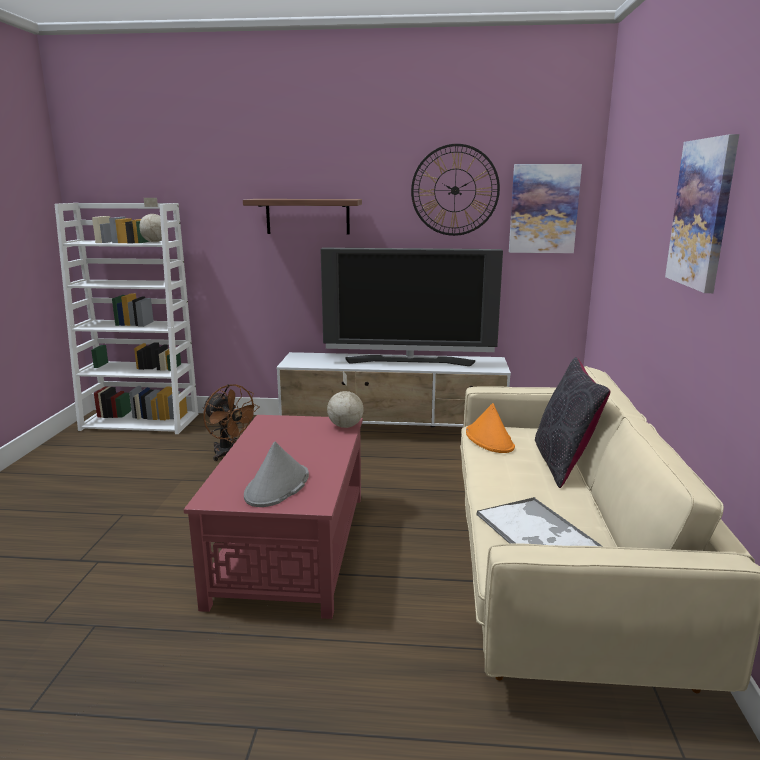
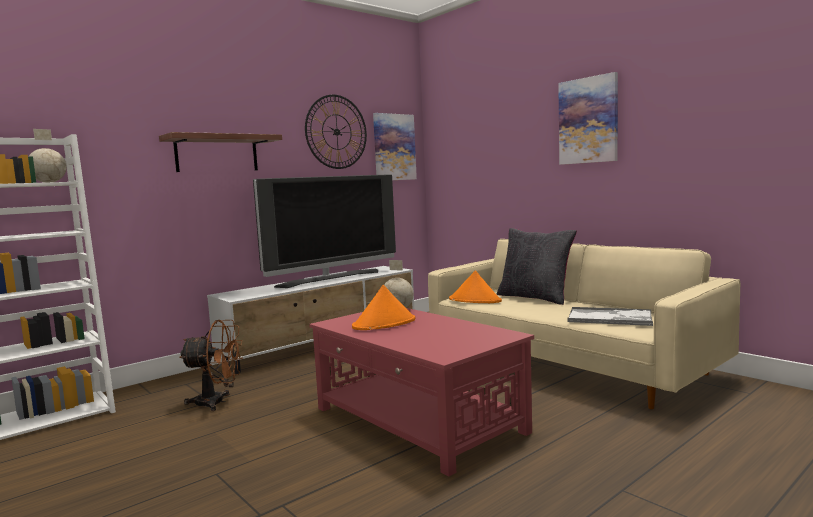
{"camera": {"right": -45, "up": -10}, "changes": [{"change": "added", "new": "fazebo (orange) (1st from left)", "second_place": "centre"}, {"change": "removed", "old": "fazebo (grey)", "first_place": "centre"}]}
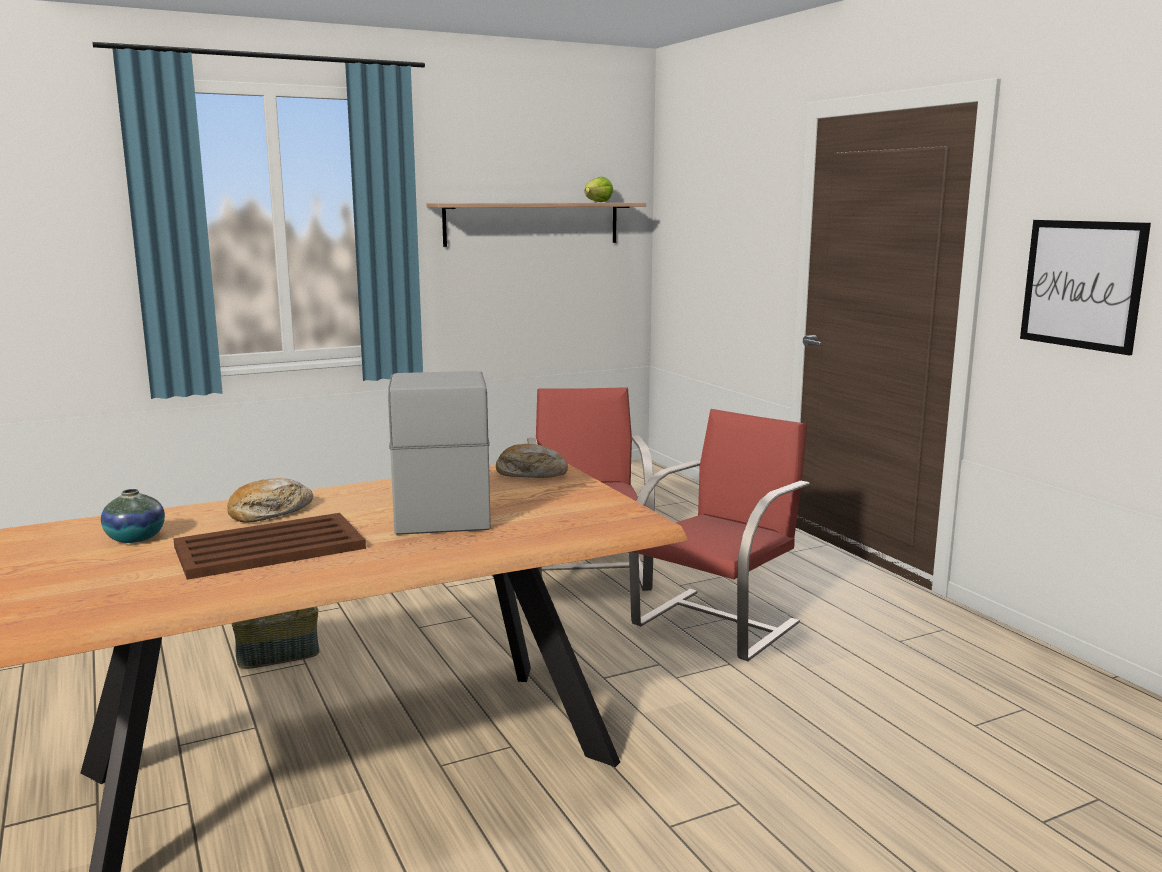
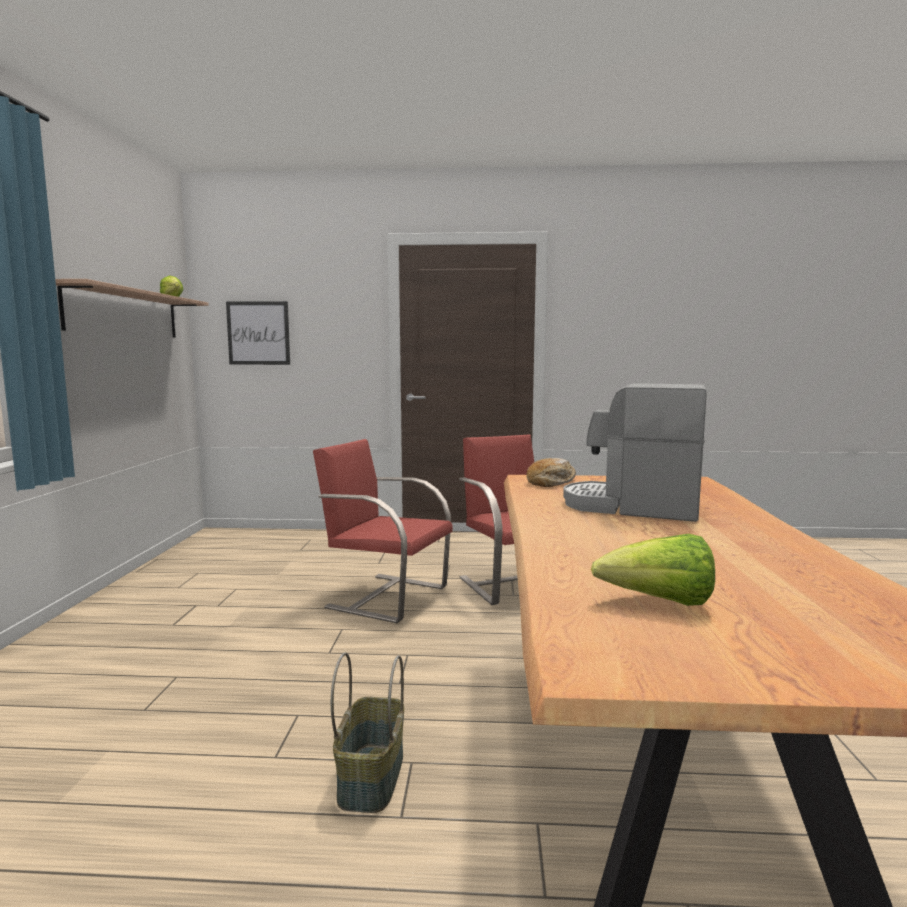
{"camera": {"right": -60, "up": -5}, "changes": [{"change": "moved", "old": "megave", "first_place": "top right", "second_place": "middle left"}, {"change": "replaced", "old": "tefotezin", "new": "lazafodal (2nd from left)", "first_place": "middle left", "second_place": "middle right"}, {"change": "removed", "old": "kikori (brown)", "first_place": "middle left"}, {"change": "removed", "old": "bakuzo (1st from left)", "first_place": "middle left"}]}
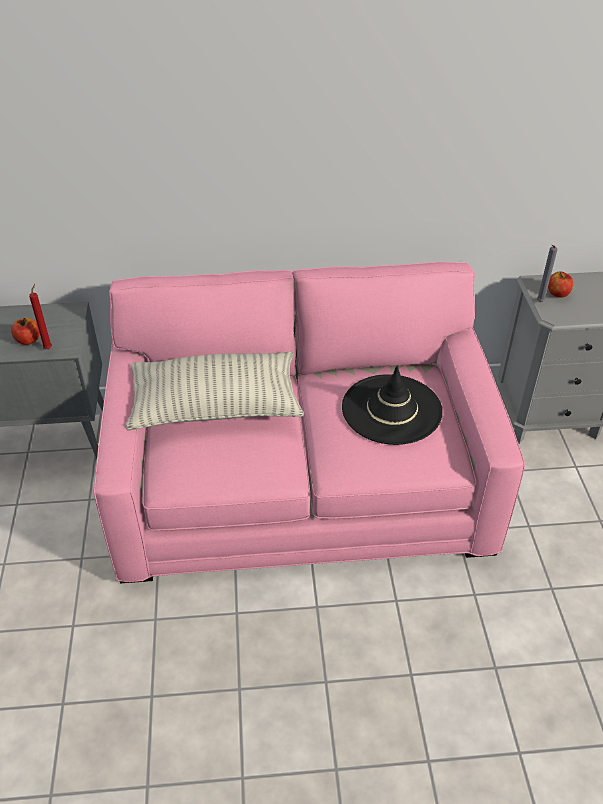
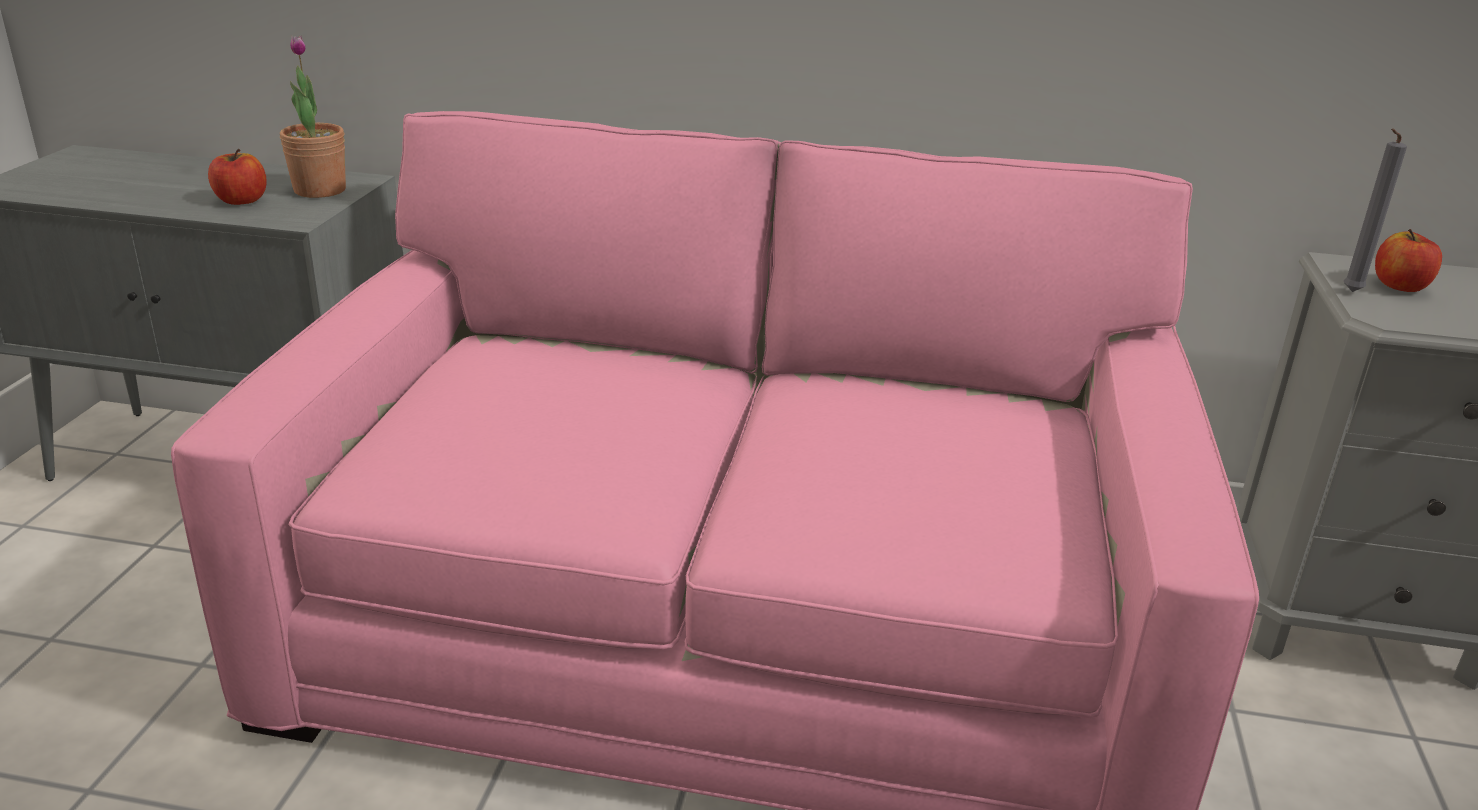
{"camera": {"right": 15, "up": -15}, "changes": [{"change": "added", "new": "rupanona", "second_place": "top left"}, {"change": "removed", "old": "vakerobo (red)", "first_place": "middle left"}, {"change": "removed", "old": "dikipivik", "first_place": "centre"}, {"change": "removed", "old": "fazebo (black)", "first_place": "centre"}]}
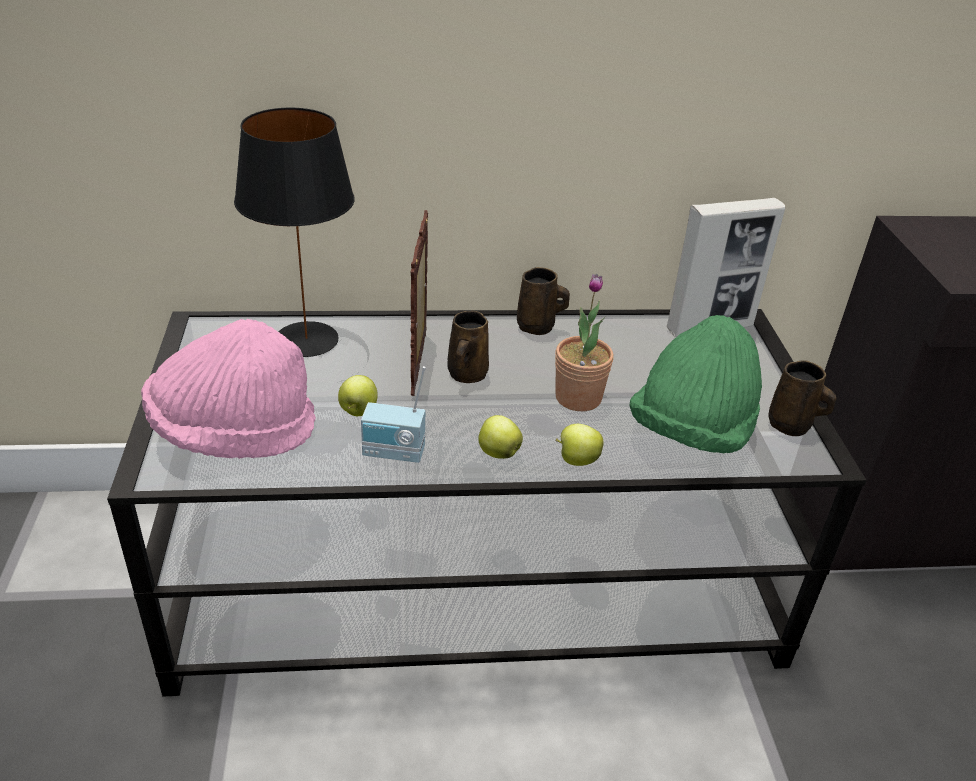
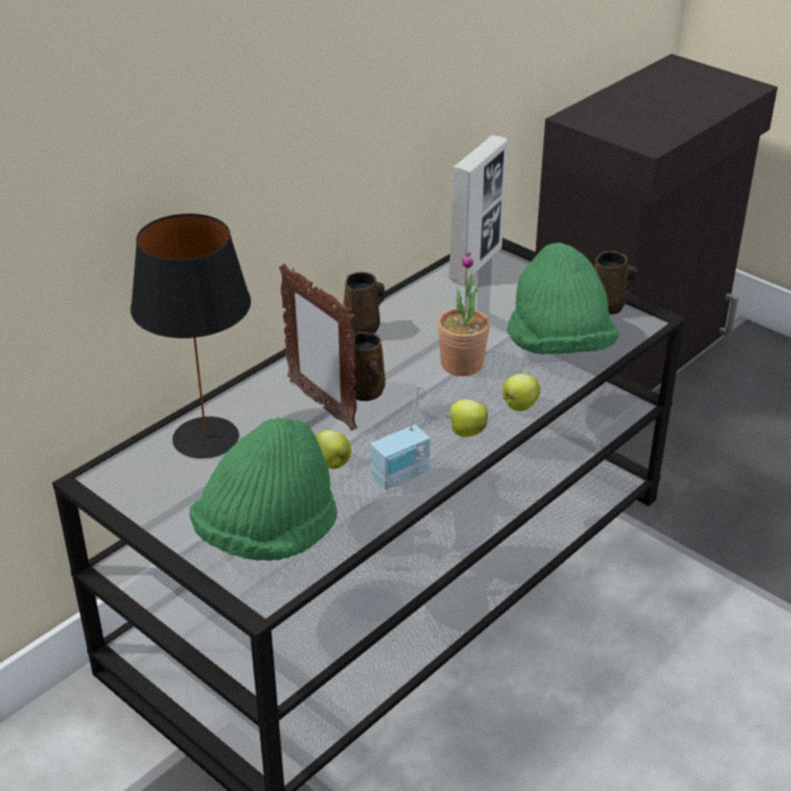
{"camera": {"right": -40, "up": 0}, "changes": [{"change": "recoloured", "old": "fazebo (pink)", "new": "fazebo (green) (1st from left)", "first_place": "middle left", "second_place": "middle left"}]}
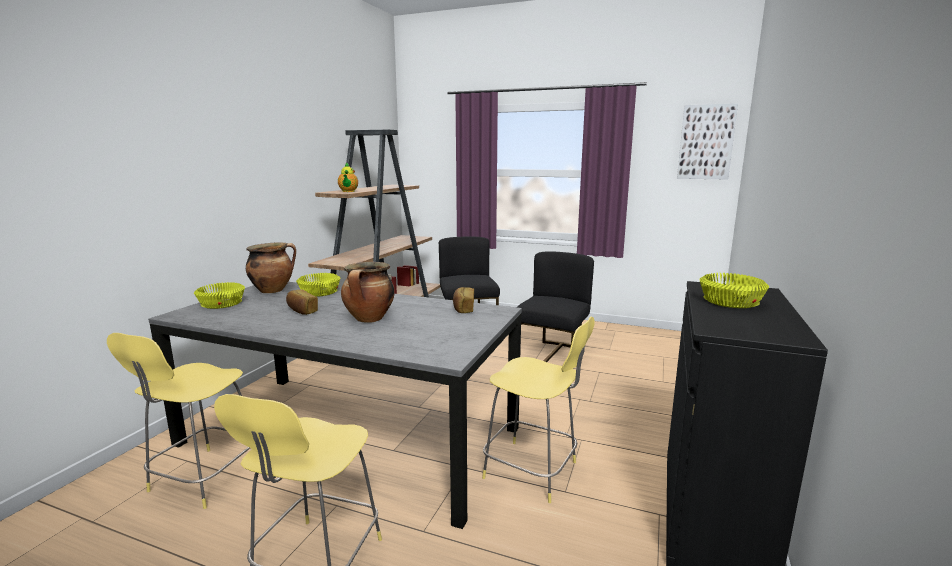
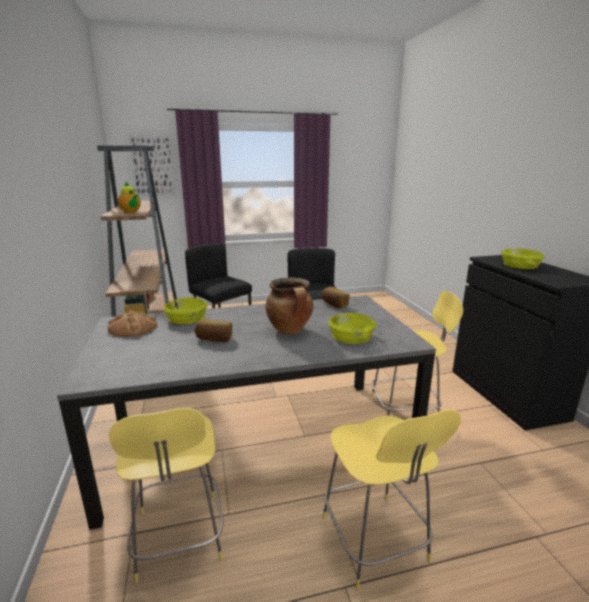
{"camera": {"right": -35, "up": 5}, "changes": [{"change": "replaced", "old": "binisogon (1st from left)", "new": "bakuzo (1st from left)", "first_place": "middle left", "second_place": "middle left"}, {"change": "moved", "old": "megave", "first_place": "top right", "second_place": "top left"}, {"change": "moved", "old": "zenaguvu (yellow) (1st from left in the first image)", "new": "zenaguvu (yellow) (2nd from left)", "first_place": "middle left", "second_place": "centre"}]}
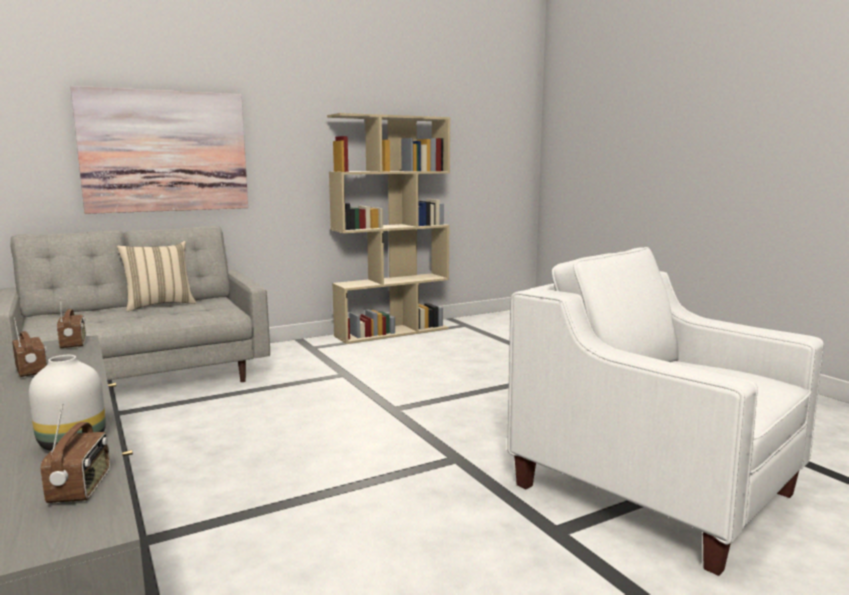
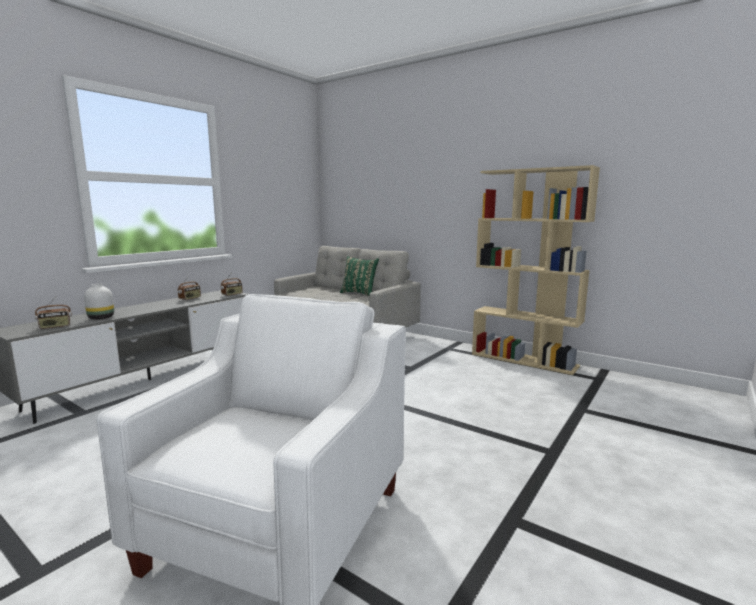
{"camera": {"right": 65, "up": 0}, "changes": [{"change": "recoloured", "old": "dikipivik (beige)", "new": "dikipivik (green)", "first_place": "middle left", "second_place": "centre"}, {"change": "removed", "old": "megave", "first_place": "top left"}]}
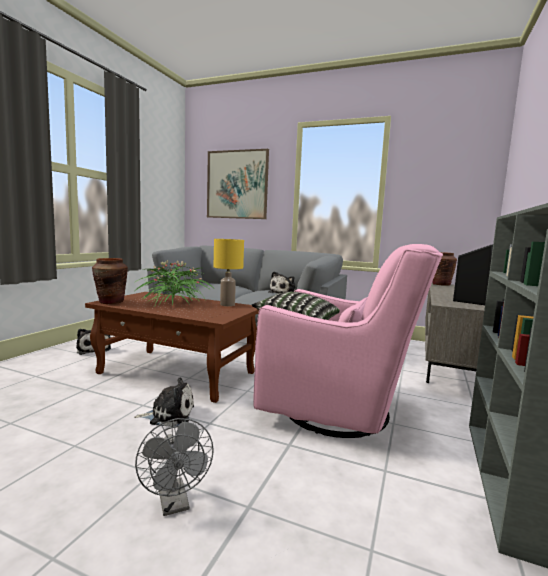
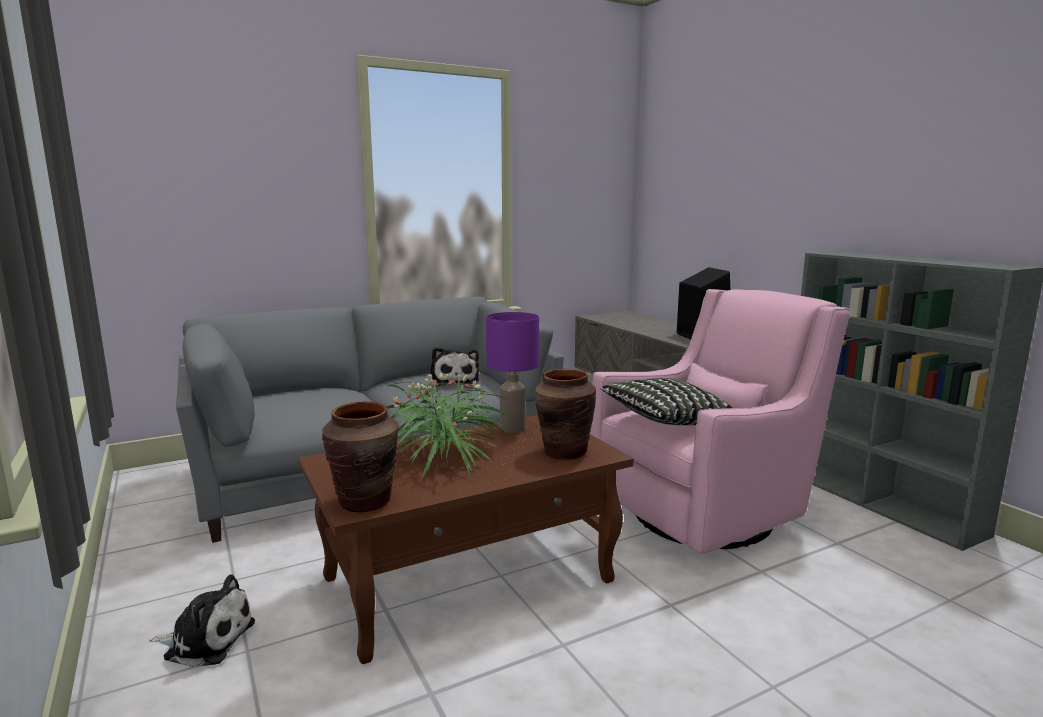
{"camera": {"right": -50, "up": 5}, "changes": [{"change": "recoloured", "old": "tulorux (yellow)", "new": "tulorux (purple)", "first_place": "centre", "second_place": "centre"}, {"change": "moved", "old": "tefotezin (brown) (2nd from left)", "first_place": "middle right", "second_place": "centre"}, {"change": "removed", "old": "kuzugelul (2nd from left)", "first_place": "bottom left"}, {"change": "removed", "old": "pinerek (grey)", "first_place": "bottom left"}, {"change": "removed", "old": "megave", "first_place": "top centre"}]}
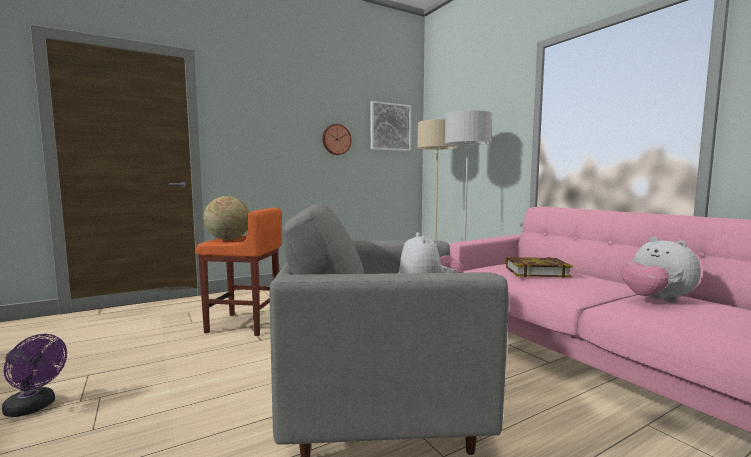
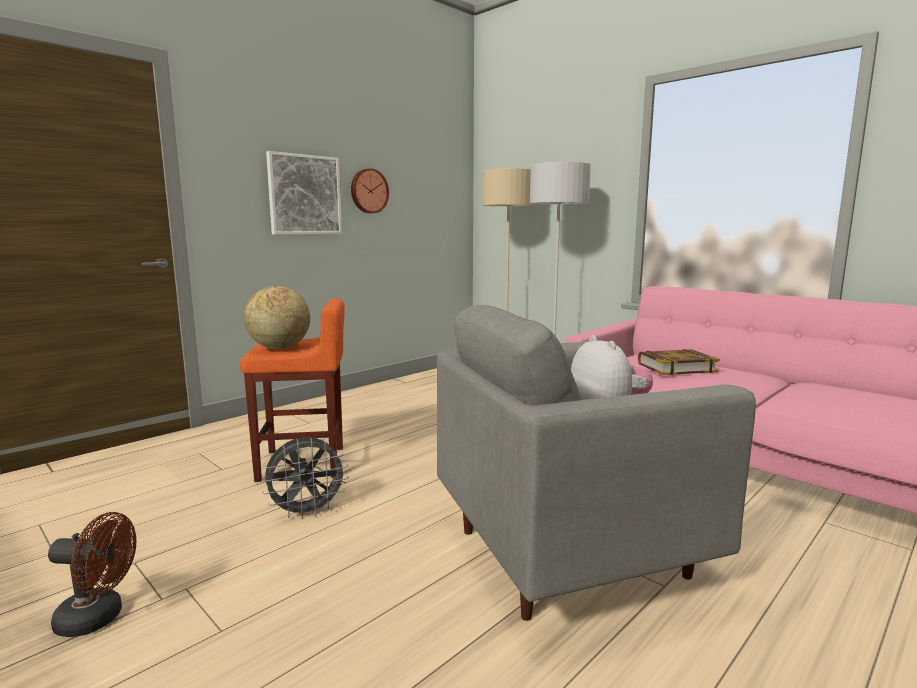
{"camera": {"right": -15, "up": 5}, "changes": [{"change": "recoloured", "old": "pinerek (purple)", "new": "pinerek (brown)", "first_place": "bottom left", "second_place": "bottom left"}, {"change": "added", "new": "pinerek (grey)", "second_place": "bottom left"}, {"change": "moved", "old": "megave", "first_place": "top centre", "second_place": "top left"}, {"change": "removed", "old": "kuzugelul (2nd from left)", "first_place": "middle right"}]}
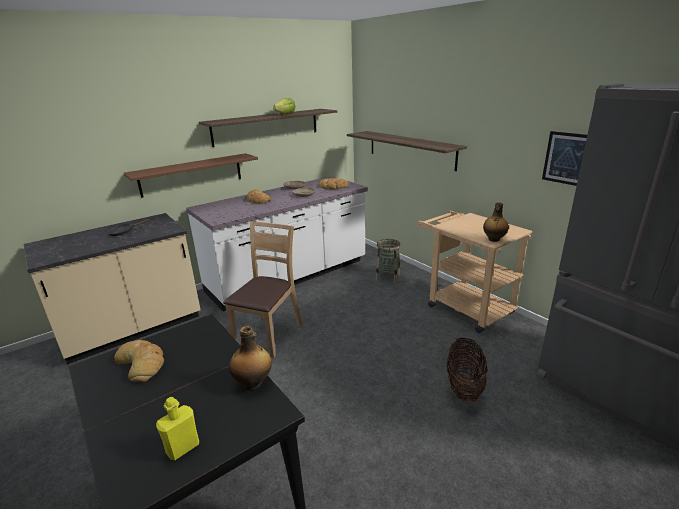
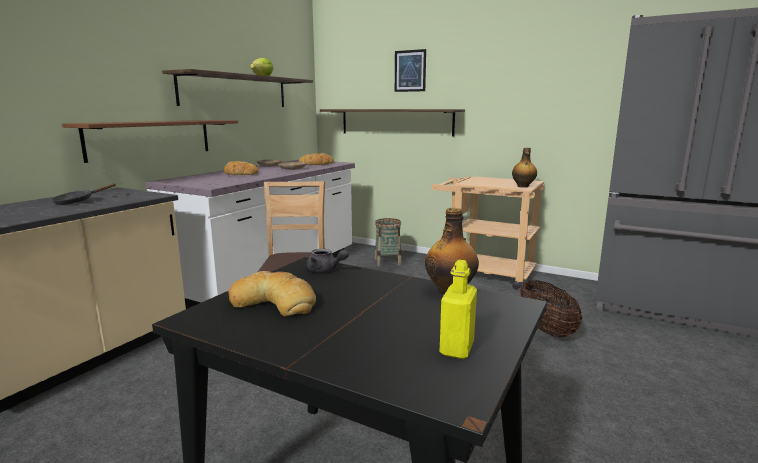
{"camera": {"right": -25, "up": -10}, "changes": [{"change": "added", "new": "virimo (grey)", "second_place": "centre"}, {"change": "moved", "old": "megave", "first_place": "top right", "second_place": "top centre"}]}
